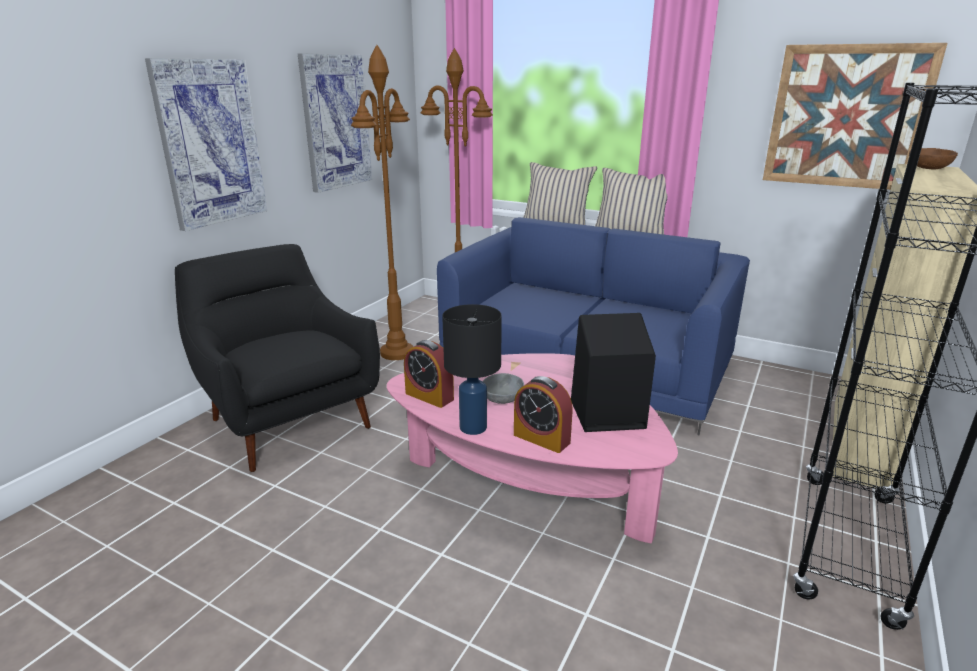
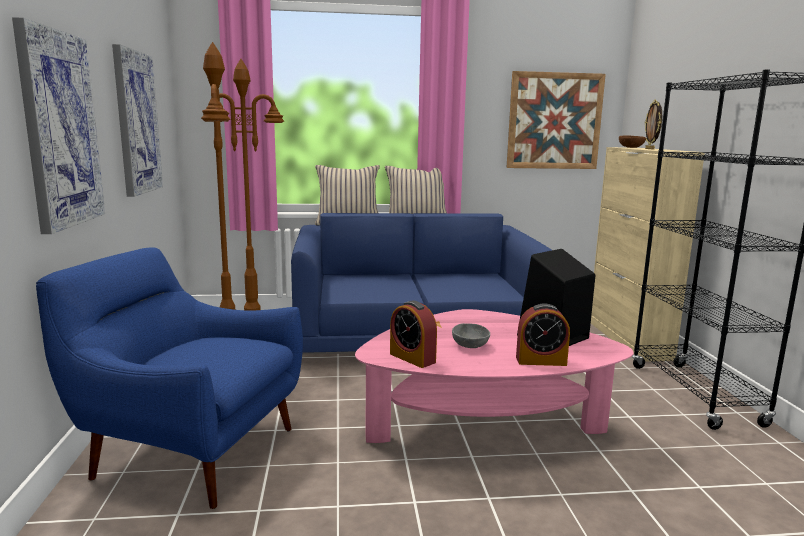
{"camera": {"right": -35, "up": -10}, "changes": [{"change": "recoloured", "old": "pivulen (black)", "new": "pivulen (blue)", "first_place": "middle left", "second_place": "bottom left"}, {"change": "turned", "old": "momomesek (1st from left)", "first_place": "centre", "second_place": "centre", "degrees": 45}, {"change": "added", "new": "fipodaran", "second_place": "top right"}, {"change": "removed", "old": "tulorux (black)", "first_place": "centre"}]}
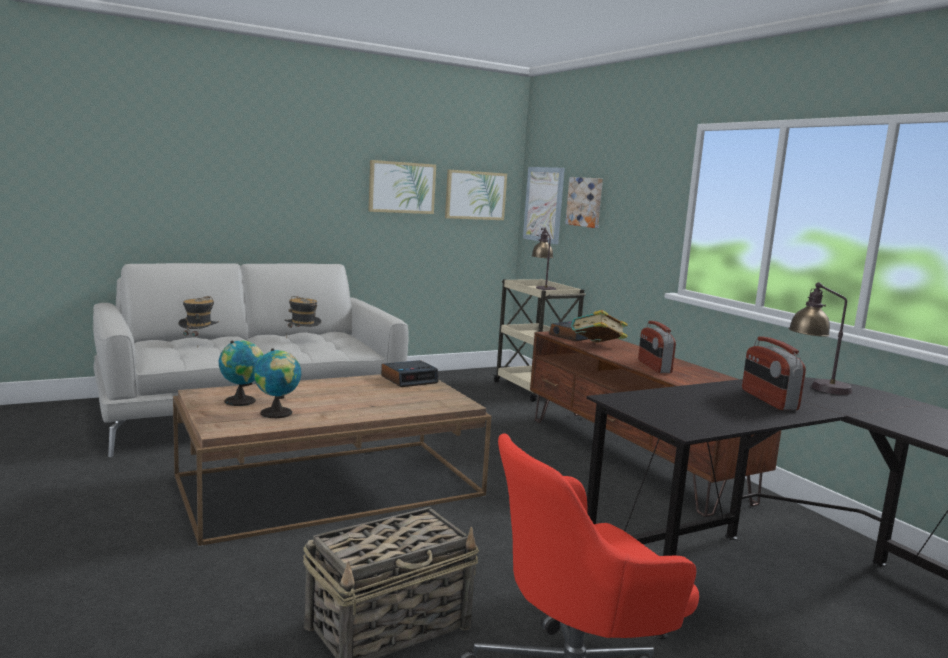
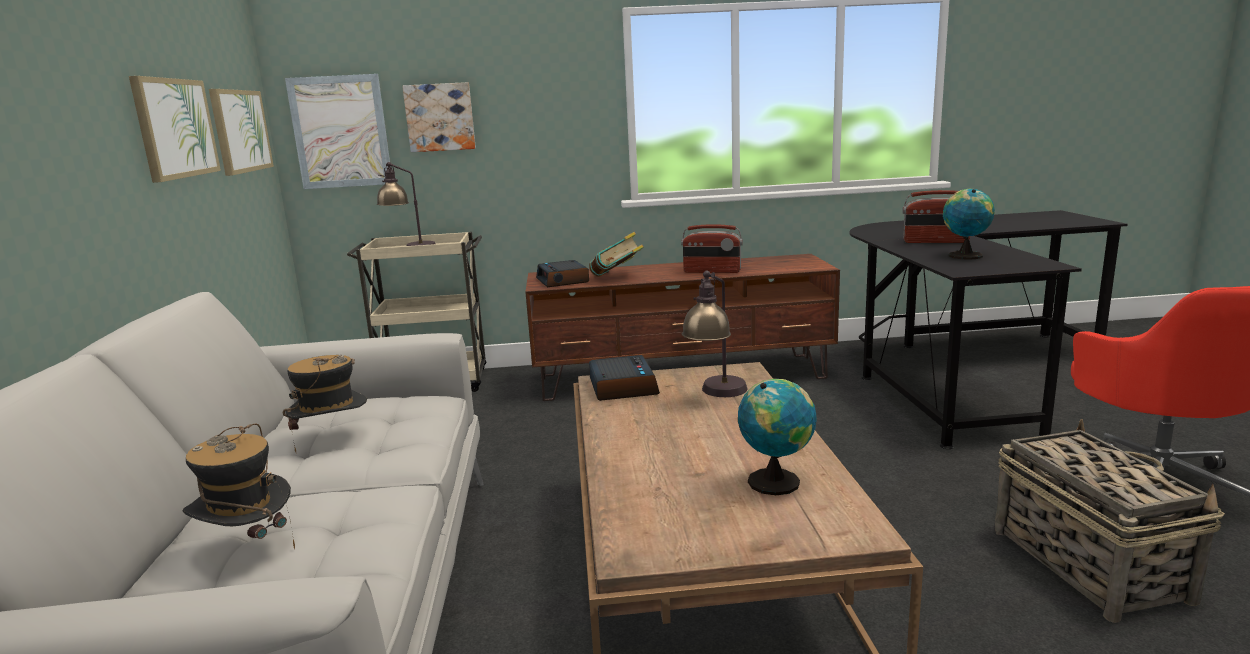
{"camera": {"right": -65, "up": 5}, "changes": [{"change": "moved", "old": "tulorux (2nd from left)", "first_place": "middle right", "second_place": "centre"}, {"change": "moved", "old": "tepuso (1st from left in the first image)", "new": "tepuso (2nd from left)", "first_place": "middle left", "second_place": "middle right"}]}
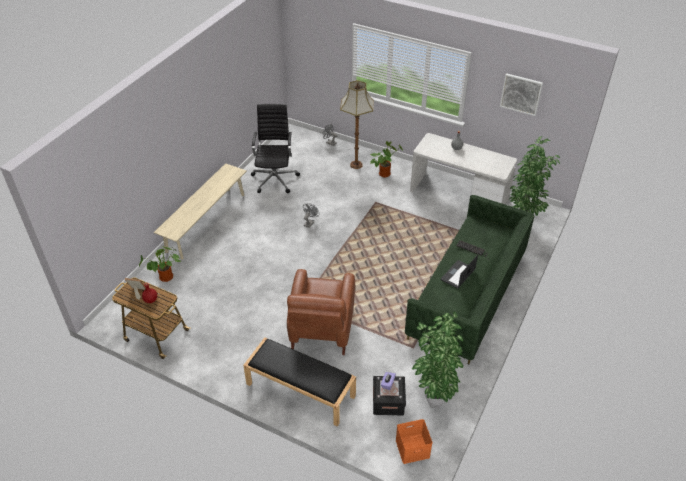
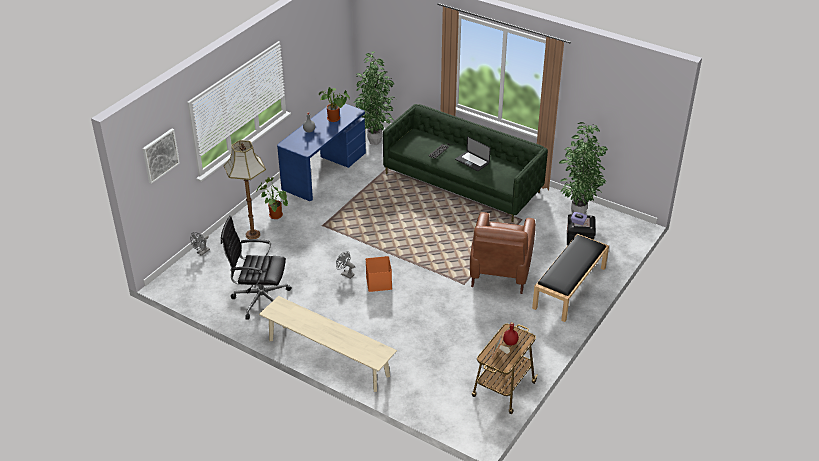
{"camera": {"right": -85, "up": -5}, "changes": [{"change": "moved", "old": "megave", "first_place": "top right", "second_place": "middle left"}, {"change": "recoloured", "old": "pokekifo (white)", "new": "pokekifo (blue)", "first_place": "middle right", "second_place": "top centre"}, {"change": "moved", "old": "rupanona (1st from left in the first image)", "new": "rupanona (2nd from left)", "first_place": "middle left", "second_place": "top centre"}, {"change": "moved", "old": "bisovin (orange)", "first_place": "bottom centre", "second_place": "centre"}, {"change": "turned", "old": "pivulen (brown)", "first_place": "centre", "second_place": "centre", "degrees": 90}]}
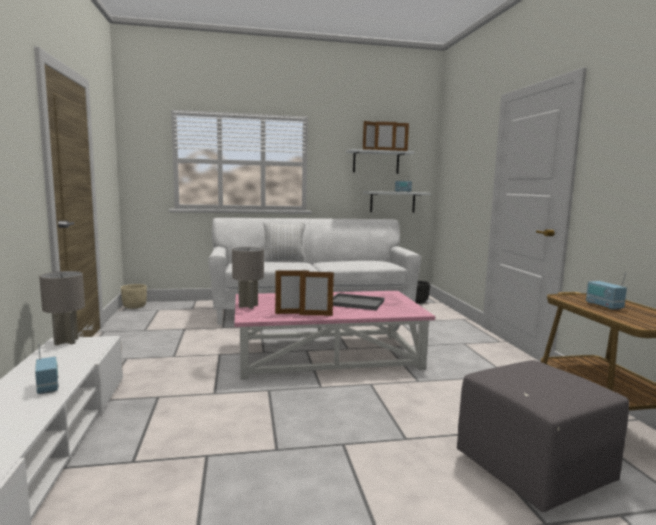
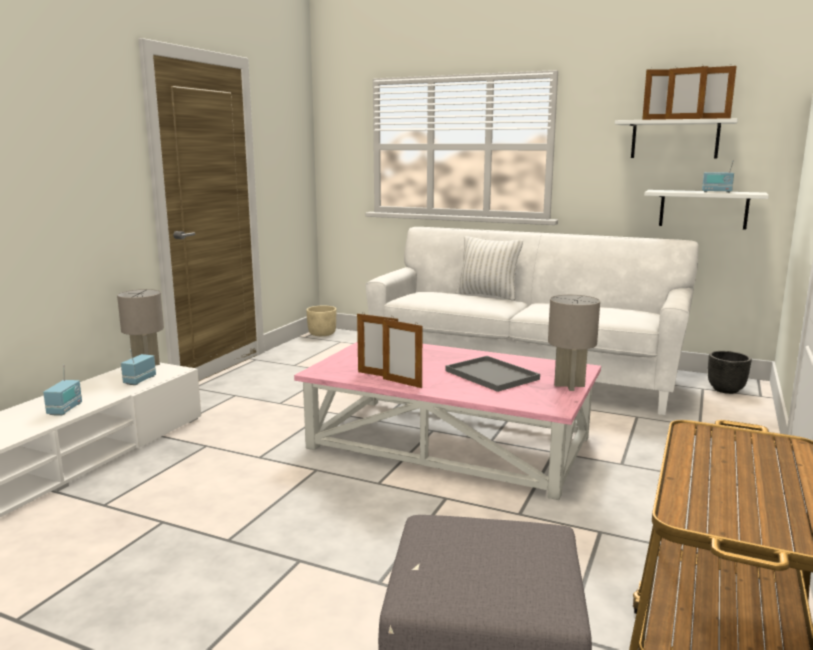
{"camera": {"right": 35, "up": 5}, "changes": [{"change": "moved", "old": "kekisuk (3rd from left in the first image)", "new": "kekisuk (2nd from left)", "first_place": "middle right", "second_place": "middle left"}, {"change": "moved", "old": "tulorux (grey) (2nd from left)", "first_place": "centre", "second_place": "middle right"}]}
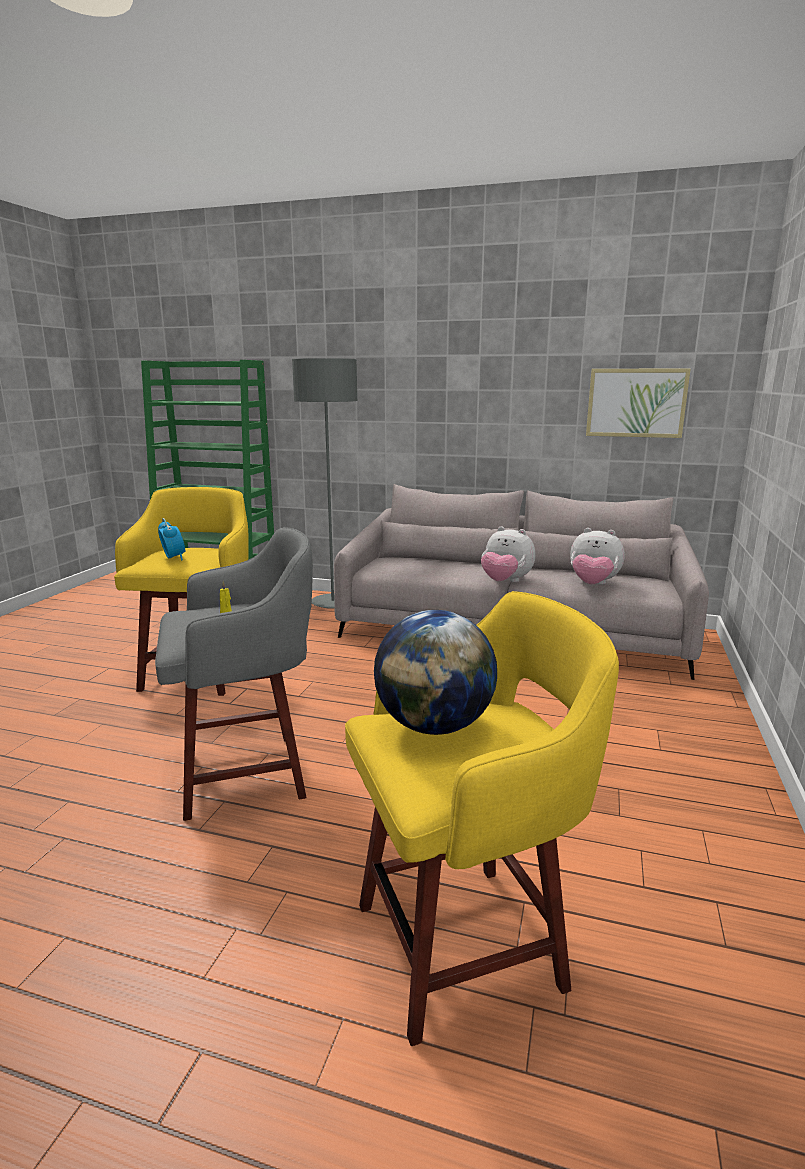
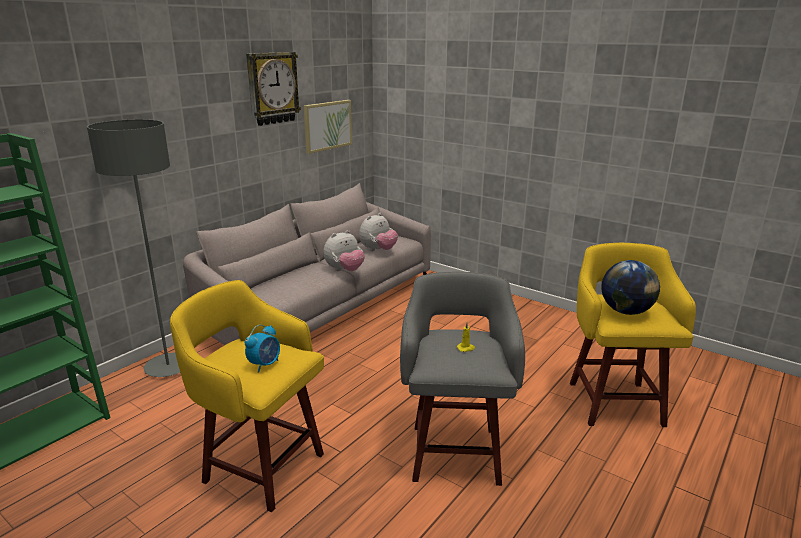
{"camera": {"right": -70, "up": 5}, "changes": [{"change": "turned", "old": "momomesek", "first_place": "middle left", "second_place": "middle left", "degrees": 135}, {"change": "added", "new": "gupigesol", "second_place": "top centre"}]}
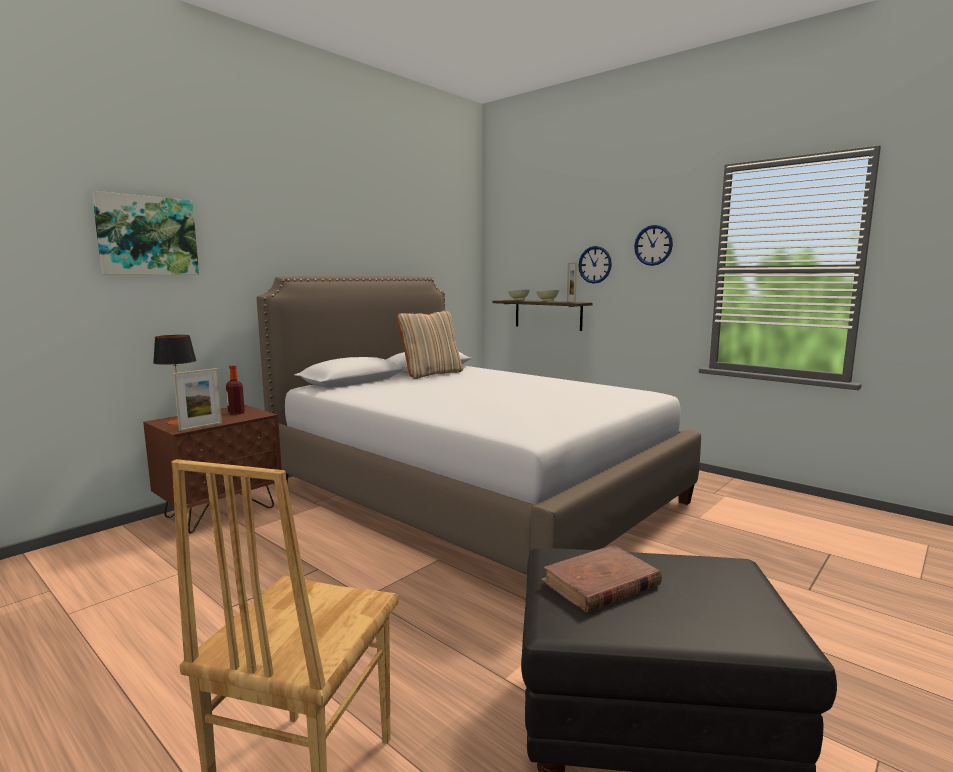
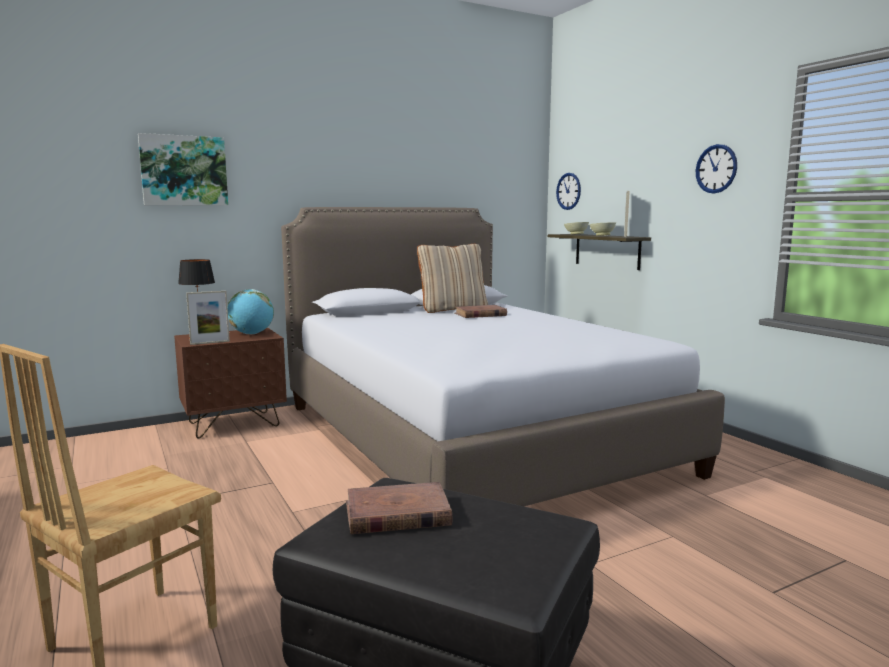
{"camera": {"right": 20, "up": 0}, "changes": [{"change": "replaced", "old": "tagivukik", "new": "tepuso", "first_place": "middle left", "second_place": "middle left"}, {"change": "added", "new": "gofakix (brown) (2nd from left)", "second_place": "centre"}, {"change": "moved", "old": "gupigesol (1st from left)", "first_place": "centre", "second_place": "top centre"}]}
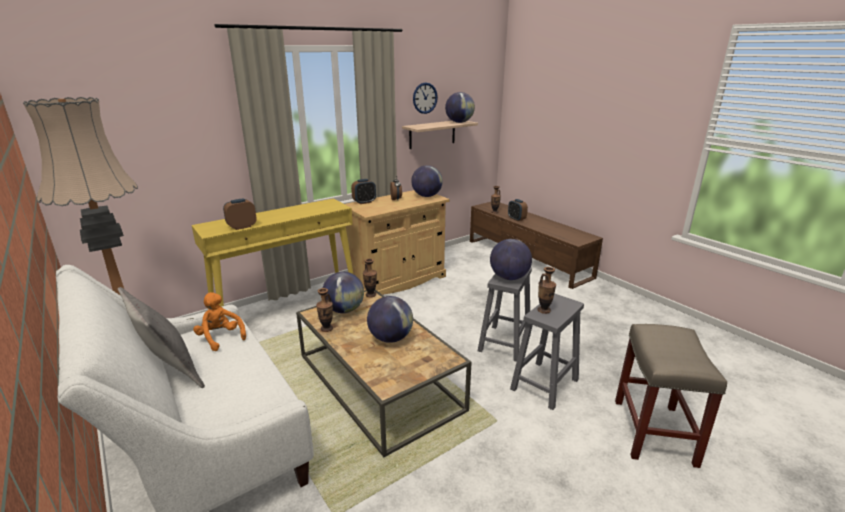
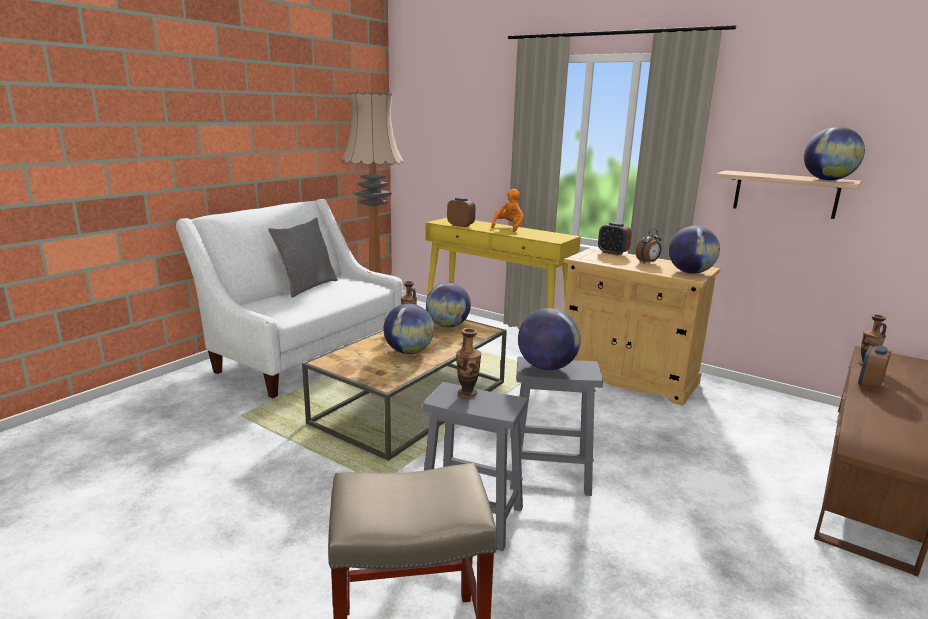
{"camera": {"right": 70, "up": -5}, "changes": [{"change": "moved", "old": "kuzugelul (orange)", "first_place": "middle left", "second_place": "centre"}, {"change": "removed", "old": "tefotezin (2nd from left)", "first_place": "centre"}, {"change": "removed", "old": "gupigesol", "first_place": "top centre"}]}
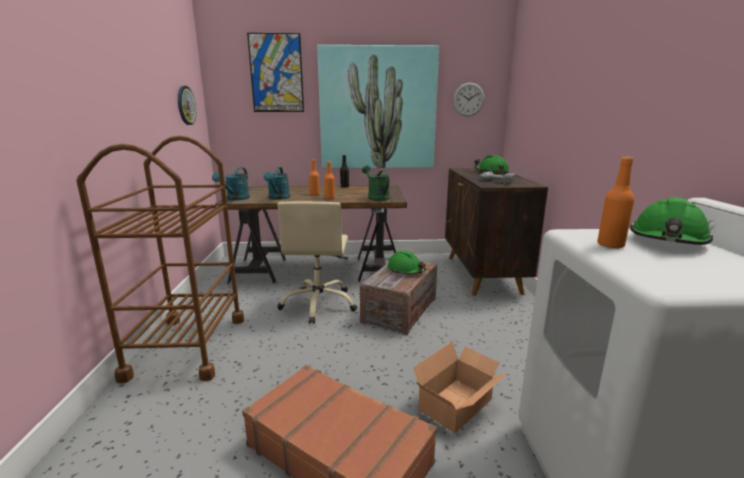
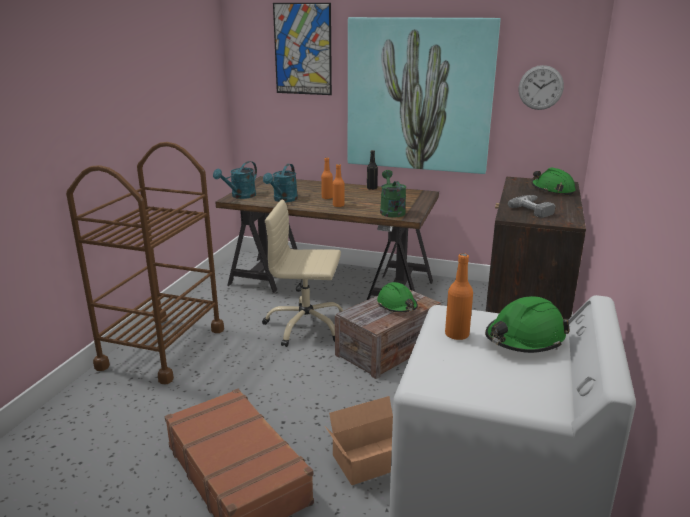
{"camera": {"right": 20, "up": 5}, "changes": [{"change": "turned", "old": "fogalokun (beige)", "first_place": "centre", "second_place": "centre", "degrees": 75}, {"change": "removed", "old": "gupigesol (1st from left)", "first_place": "top left"}]}
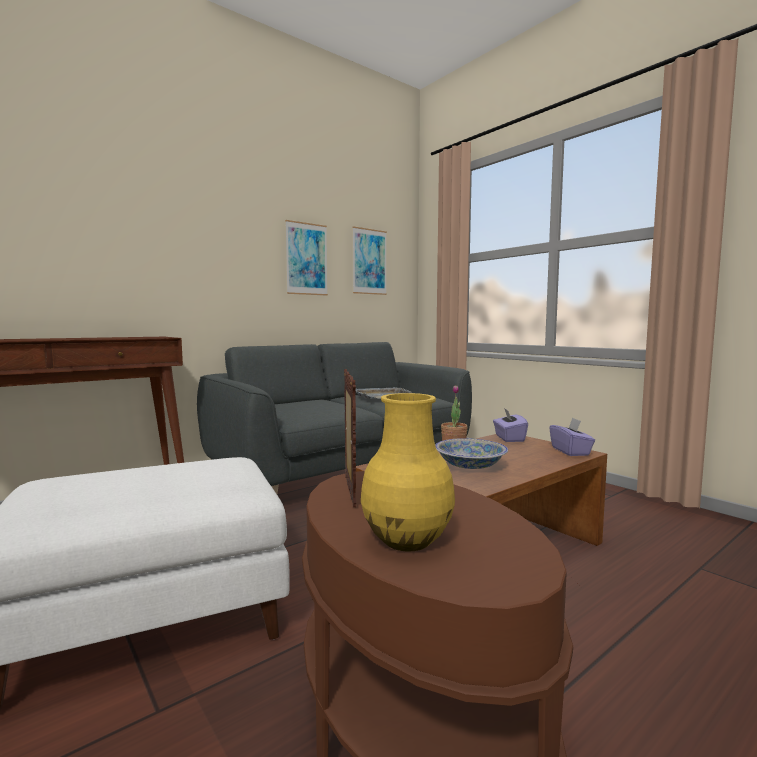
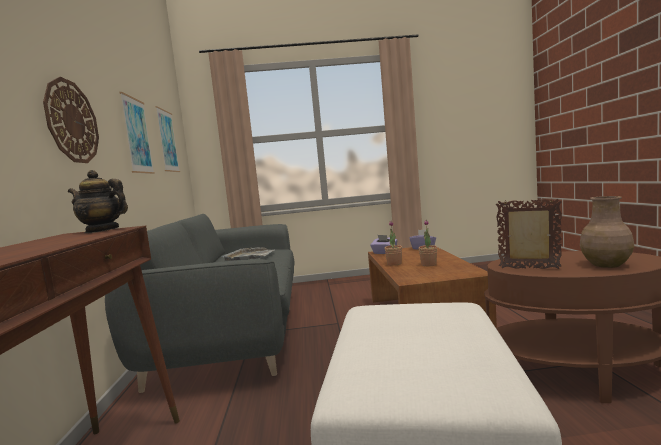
{"camera": {"right": -55, "up": 0}, "changes": [{"change": "added", "new": "gupigesol", "second_place": "top left"}, {"change": "added", "new": "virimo", "second_place": "middle left"}, {"change": "replaced", "old": "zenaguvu", "new": "rupanona (2nd from left)", "first_place": "centre", "second_place": "centre"}, {"change": "recoloured", "old": "tefotezin (yellow)", "new": "tefotezin (brown)", "first_place": "centre", "second_place": "middle right"}]}
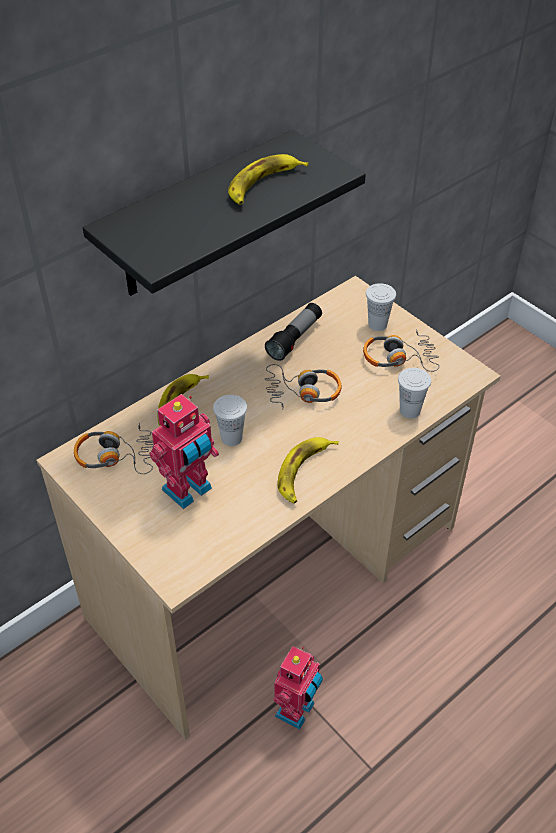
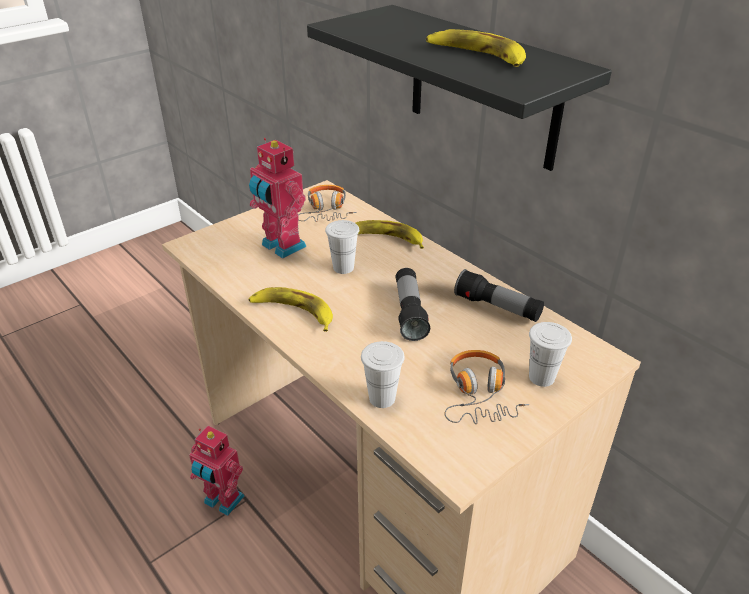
{"camera": {"right": 90, "up": -10}, "changes": [{"change": "replaced", "old": "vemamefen (2nd from left)", "new": "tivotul (1st from left)", "first_place": "centre", "second_place": "centre"}]}
